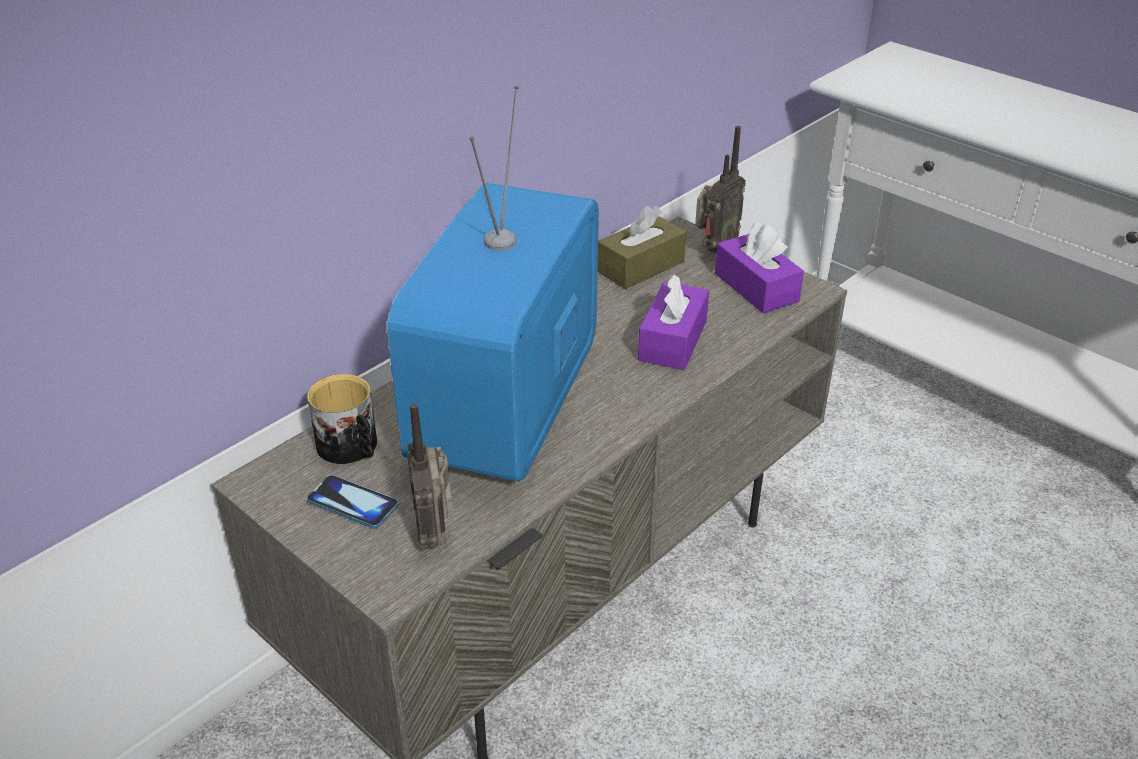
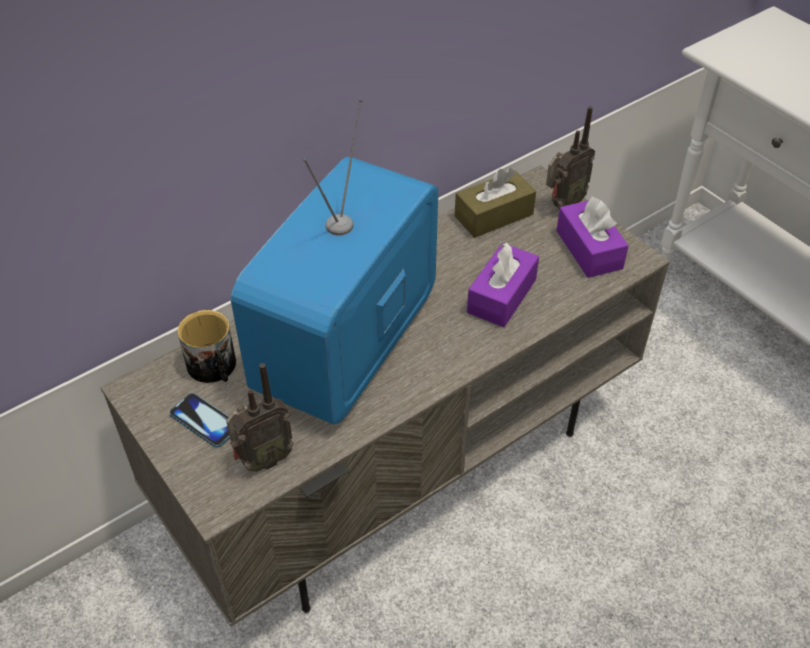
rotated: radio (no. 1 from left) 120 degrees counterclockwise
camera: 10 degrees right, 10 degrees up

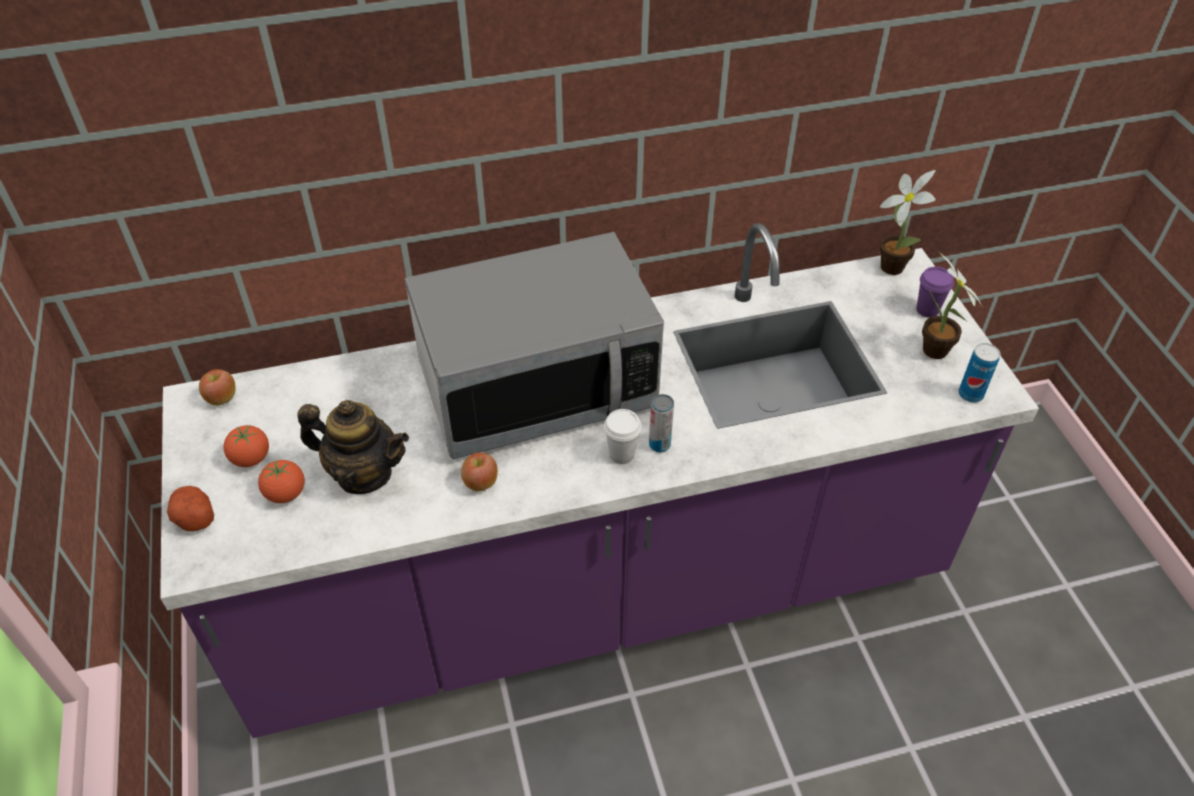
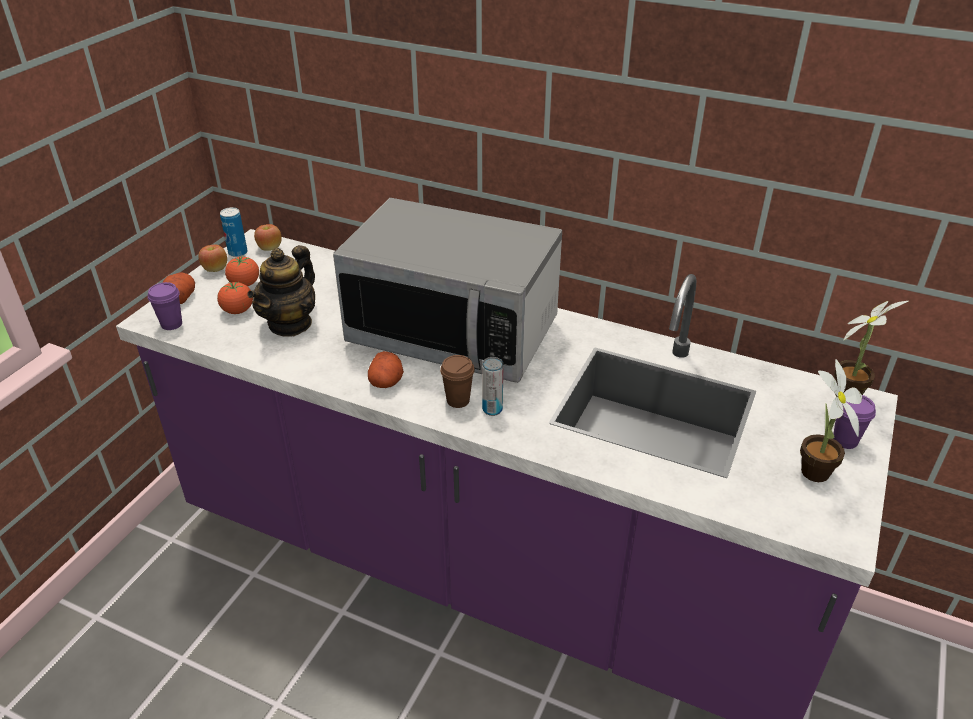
new: purple_cup (no. 1 from left); potato (no. 2 from left)
shifted: apple (no. 2 from left in the first image) to apple (no. 1 from left); can (no. 2 from left in the first image) to can (no. 1 from left)
repainted: white_cup to brown_cup
rotated: teapot 60 degrees clockwise
camera: 40 degrees right, 10 degrees down

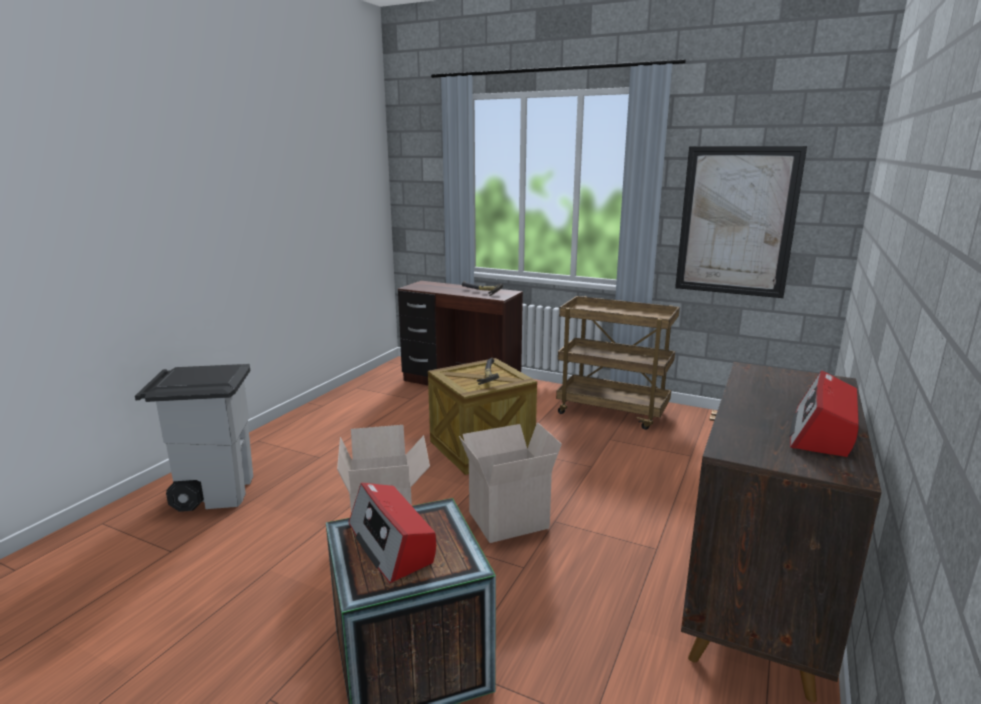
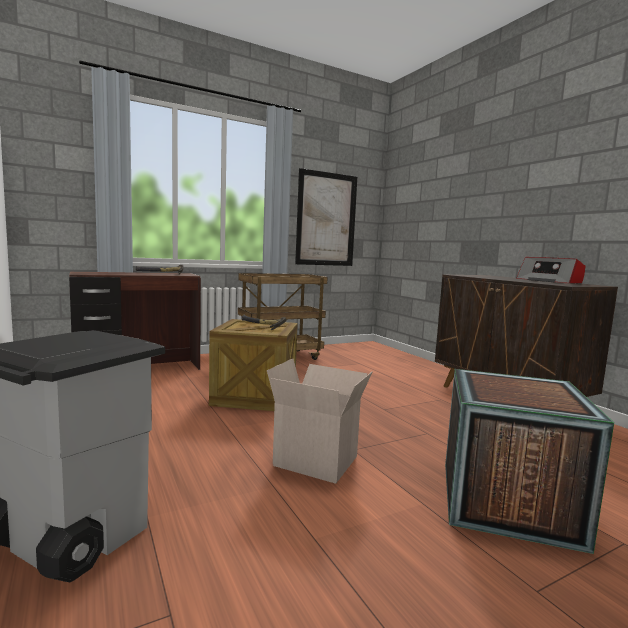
gone: radio (no. 1 from left); cardboard_box (no. 2 from left)
camera: 55 degrees left, 10 degrees down

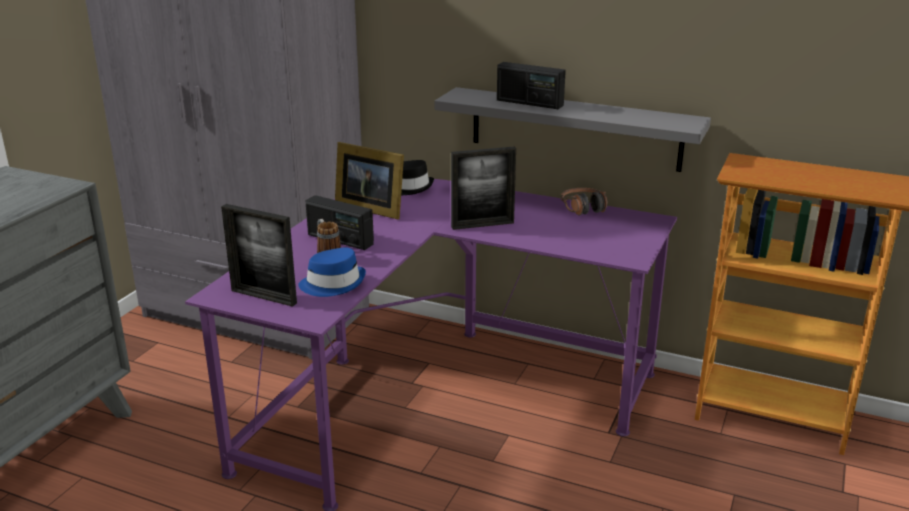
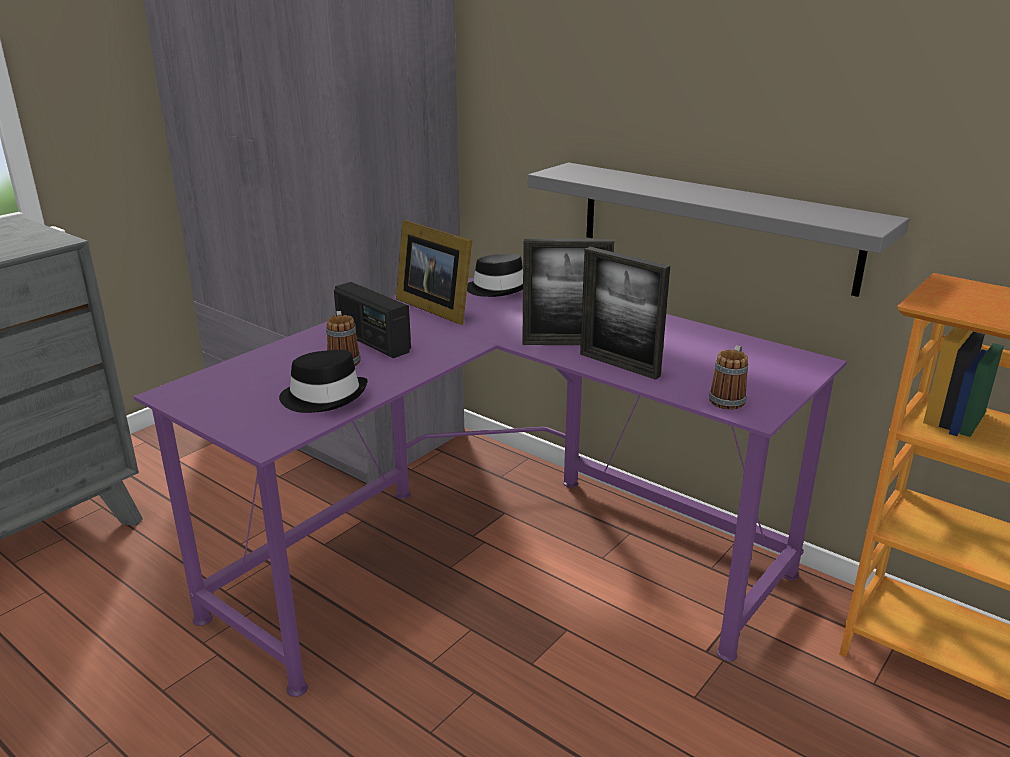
gone: radio (no. 2 from left); headphones
new: mug (no. 2 from left)
shifted: picture_frame (no. 1 from left in the first image) to picture_frame (no. 3 from left)
repainted: blue_hat to black_hat (no. 1 from left)
camera: 15 degrees right, 0 degrees up

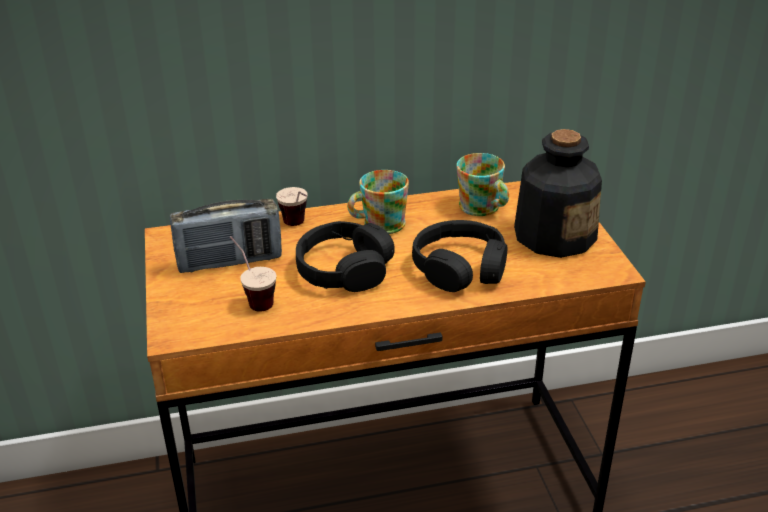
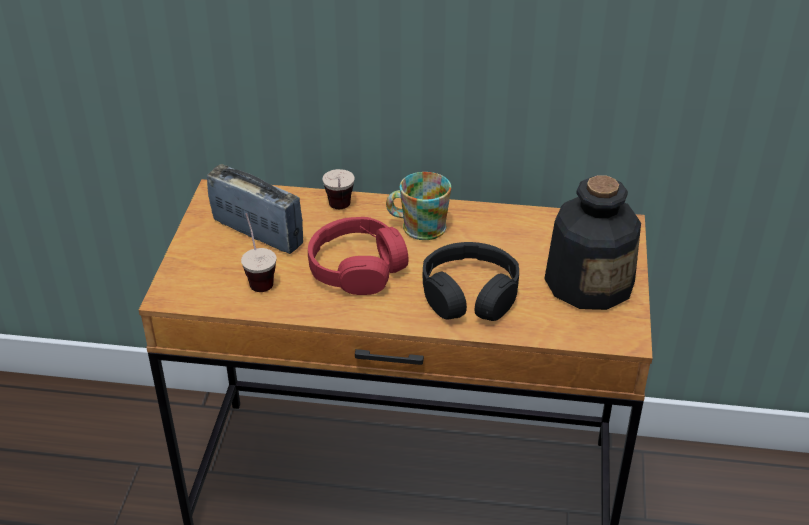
gone: mug (no. 2 from left)
repainted: black_headphones (no. 1 from left) to red_headphones
rotated: radio 150 degrees counterclockwise
camera: 20 degrees right, 5 degrees up

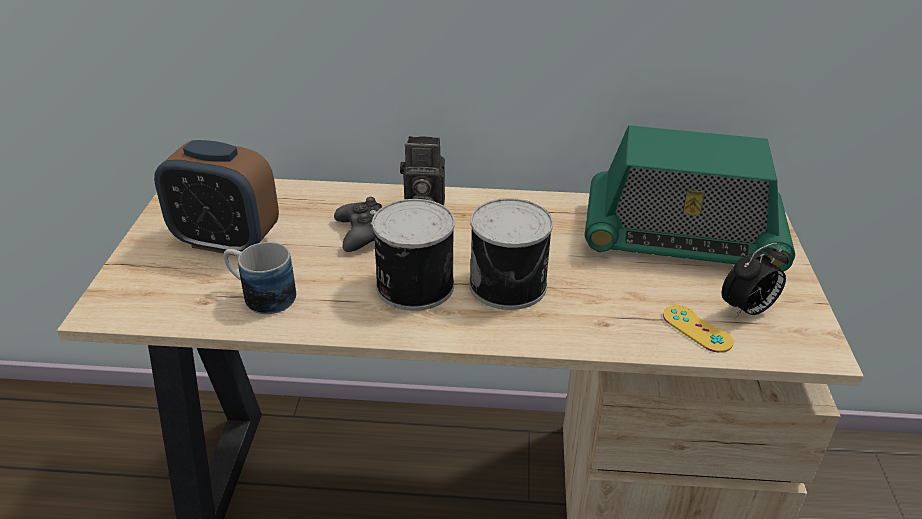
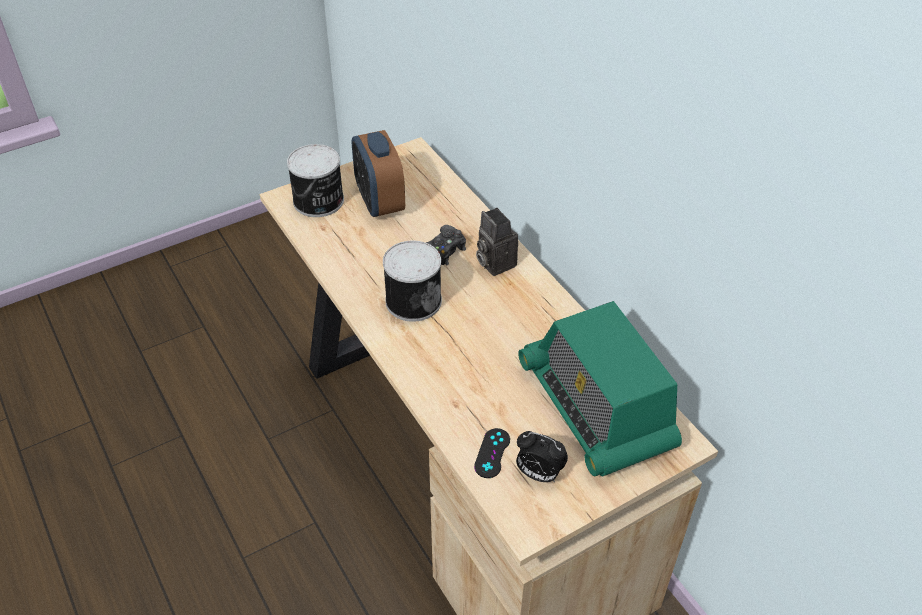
gone: mug
shifted: can (no. 2 from left in the first image) to can (no. 1 from left)
repainted: yellow_game_controller to black_game_controller (no. 2 from left)
camera: 55 degrees right, 10 degrees up

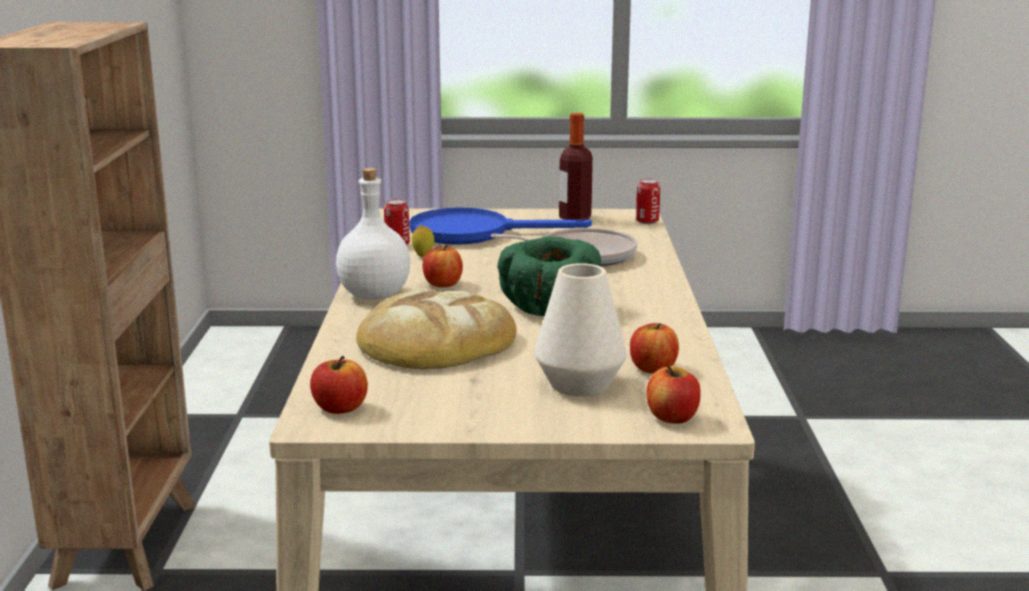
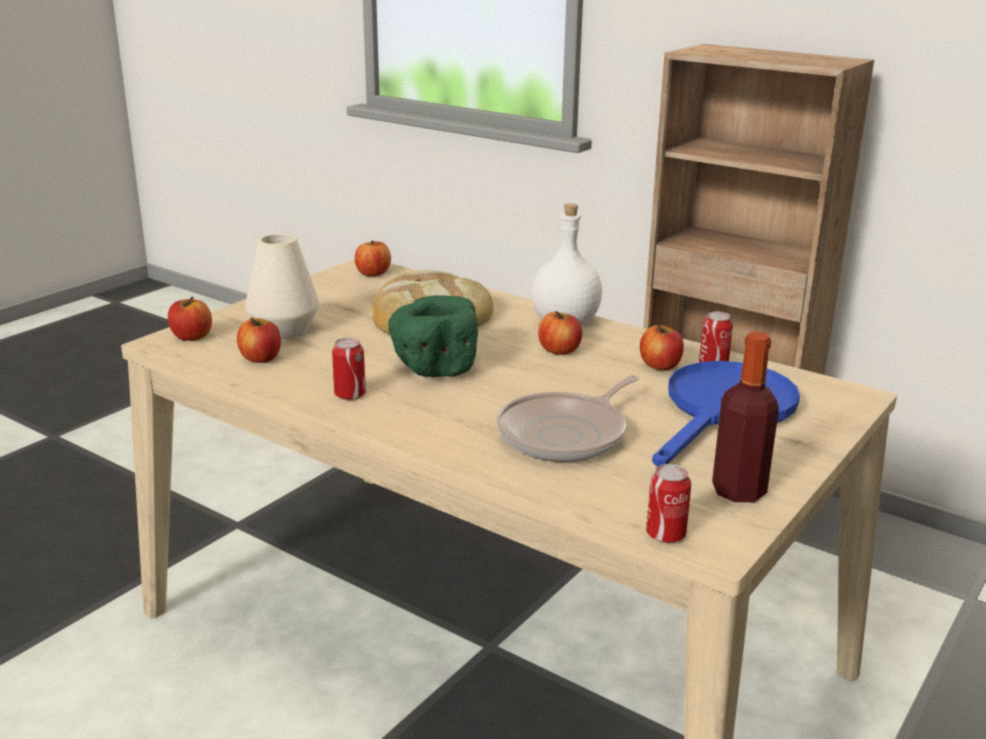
new: can (no. 1 from left)
swapped: lemon to apple (no. 5 from left)
camera: 125 degrees right, 5 degrees up

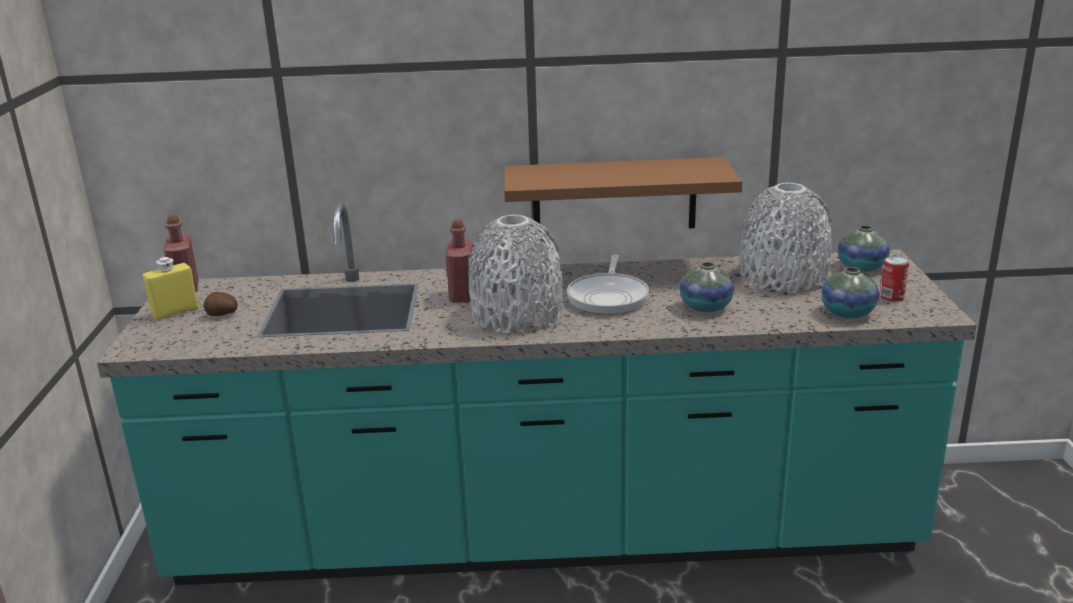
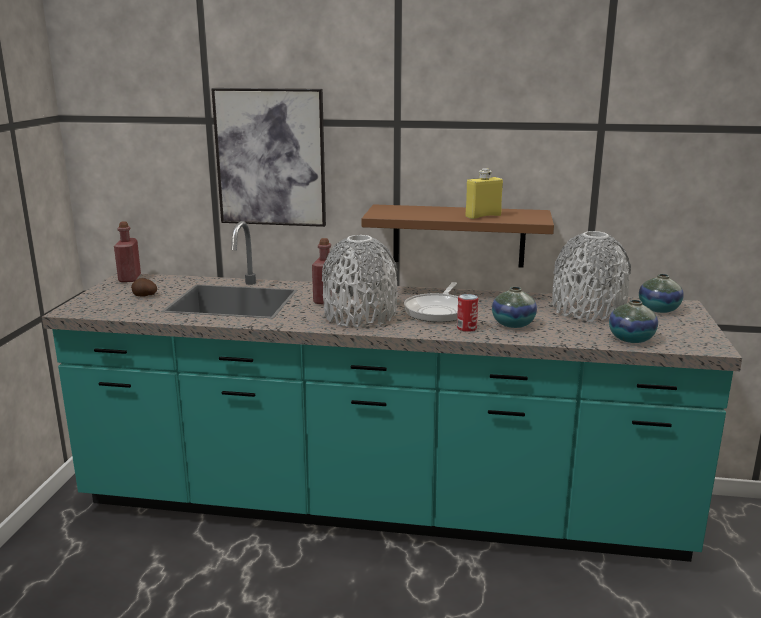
new: picture
shifted: can; yellow_bottle
camera: 10 degrees right, 5 degrees down

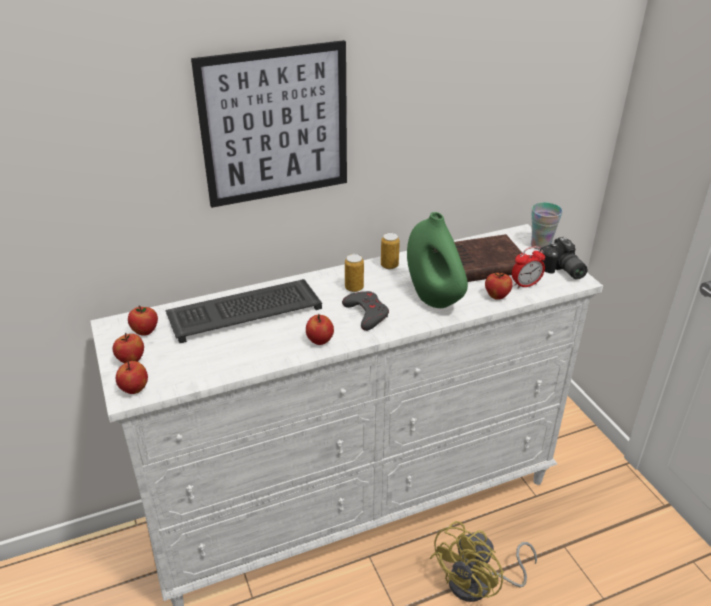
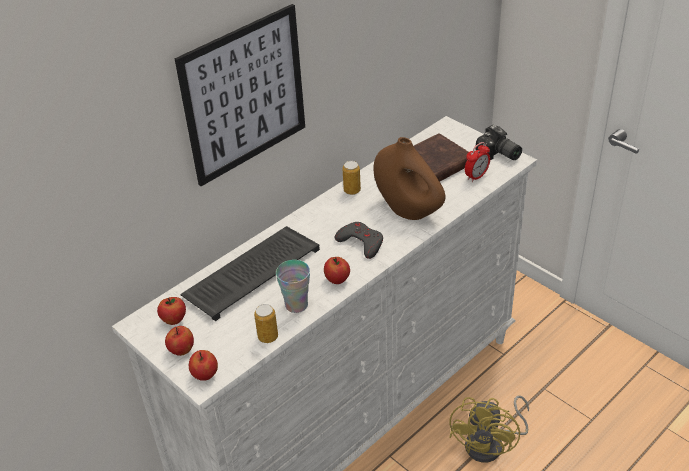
gone: apple (no. 5 from left)
shifted: can (no. 1 from left); cup
repainted: green_vase to brown_vase
camera: 20 degrees left, 5 degrees up

